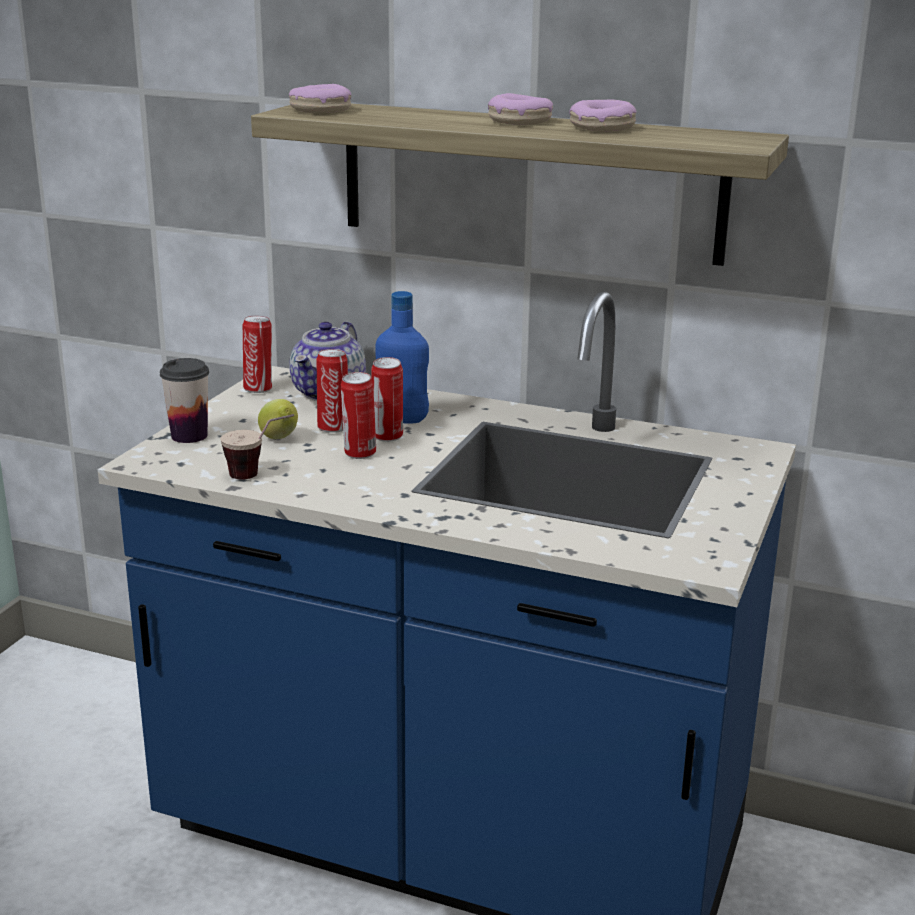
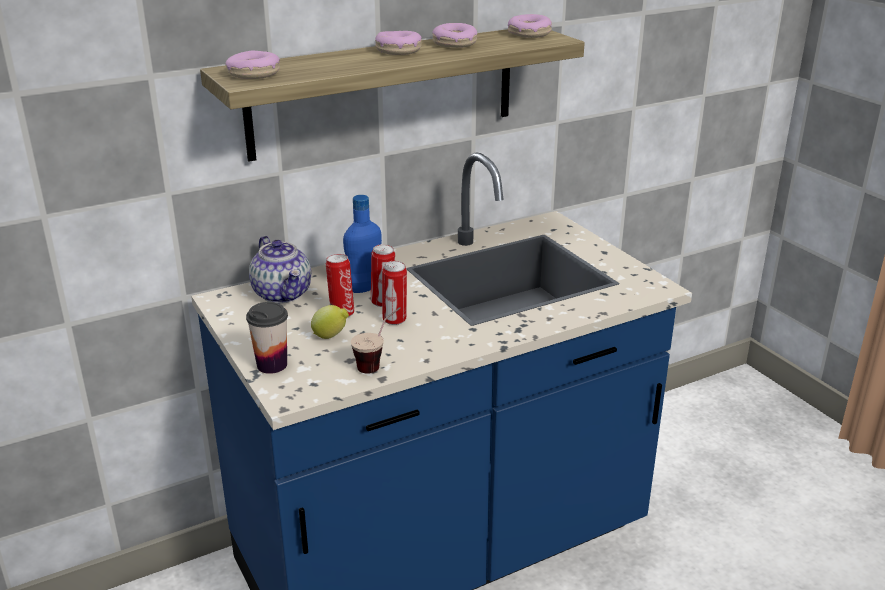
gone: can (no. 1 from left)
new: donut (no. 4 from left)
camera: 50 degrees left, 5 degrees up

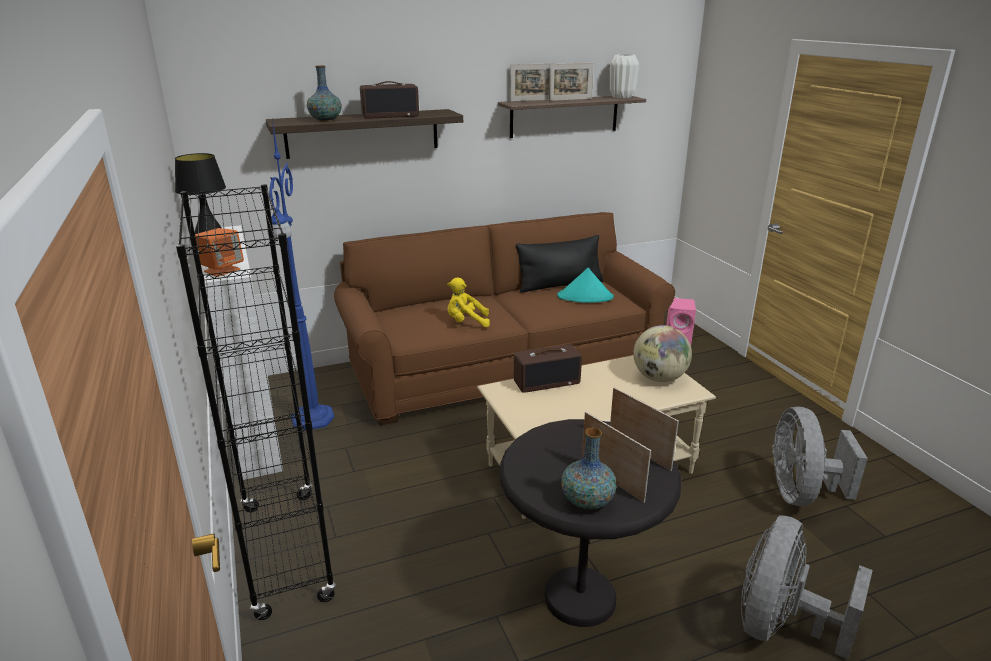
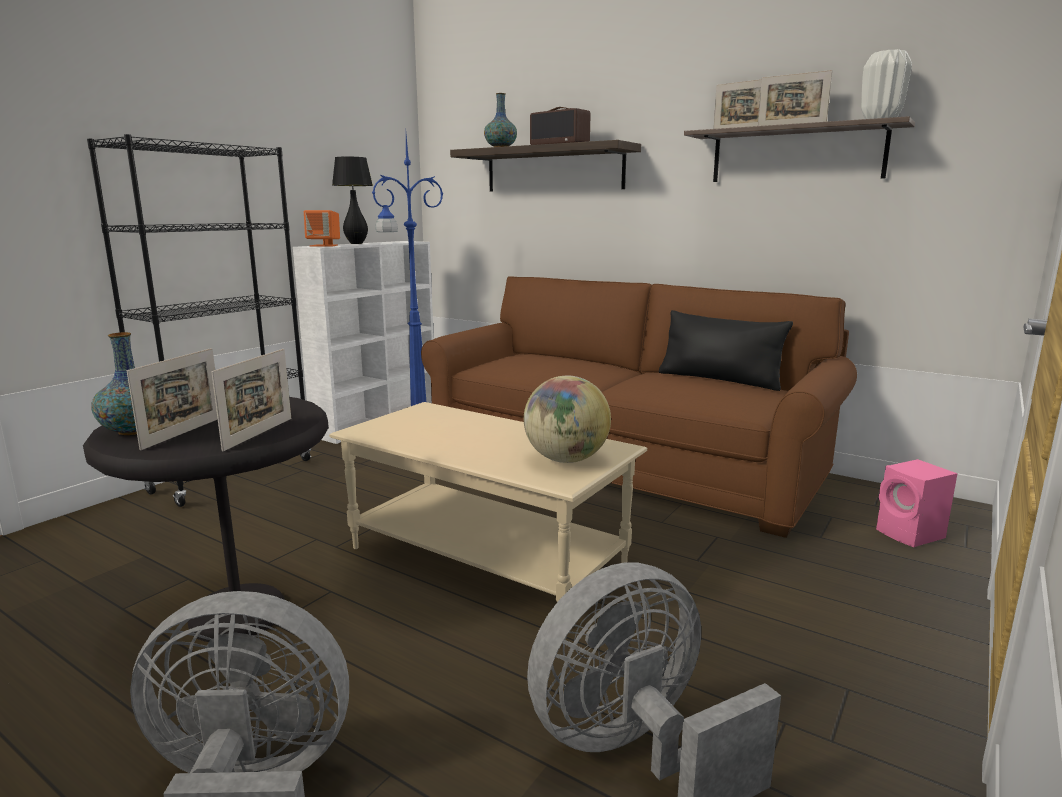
gone: yellow_plush_toy; radio (no. 2 from left); turquoise_hat
camera: 55 degrees right, 10 degrees down

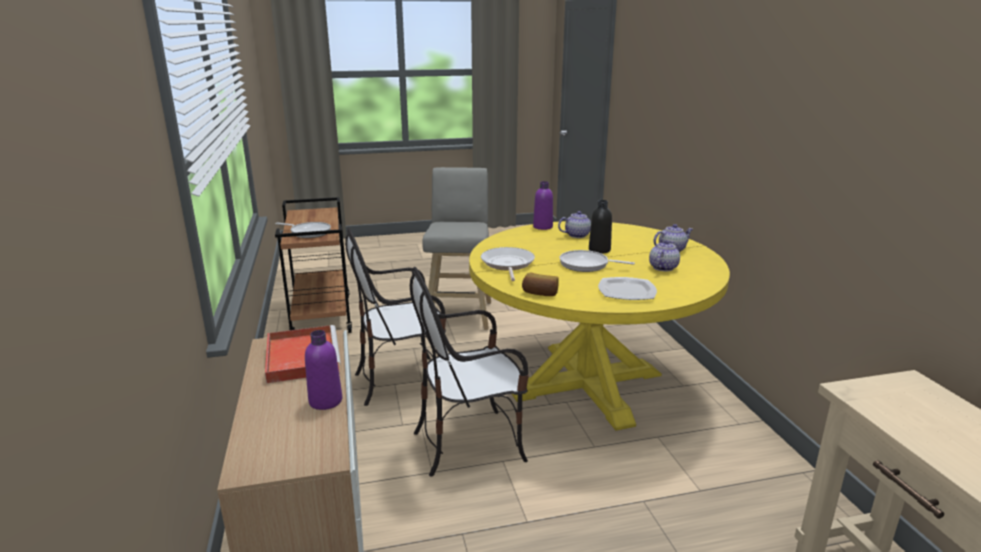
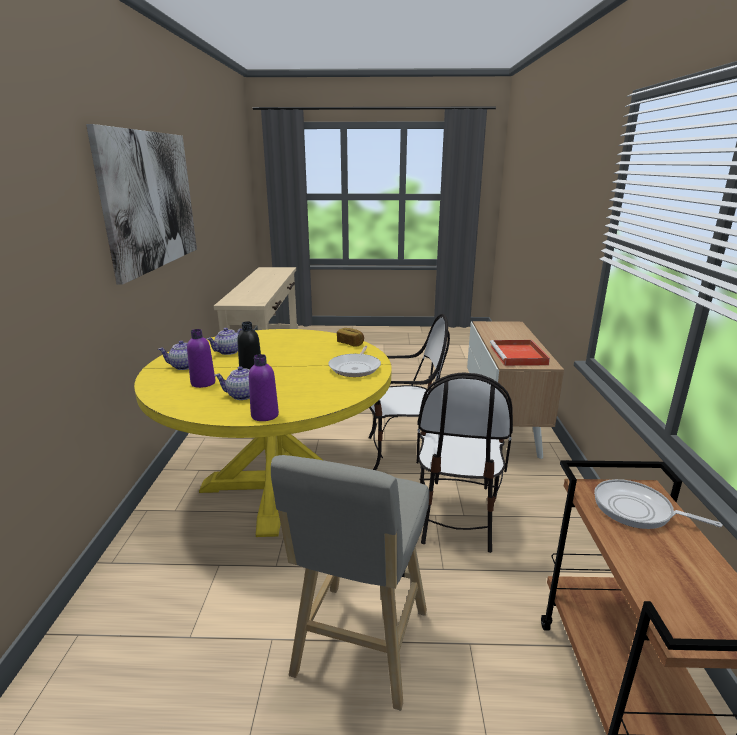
gone: frying_pan (no. 3 from left); plate
new: picture
shifted: purple_bottle (no. 1 from left)
rotated: chair (no. 1 from left in the first image) 105 degrees clockwise
camera: 165 degrees left, 0 degrees up

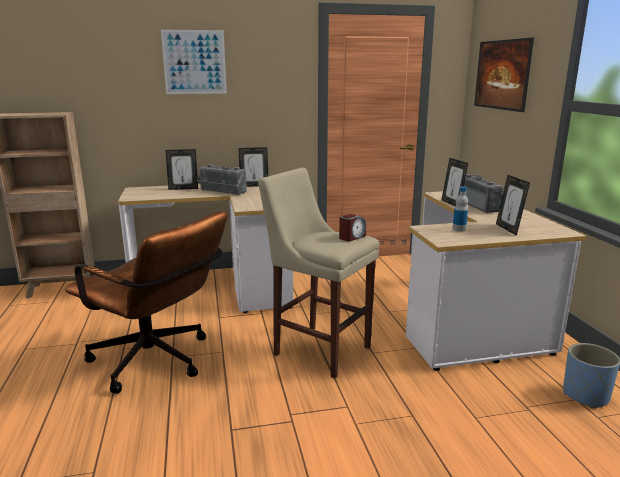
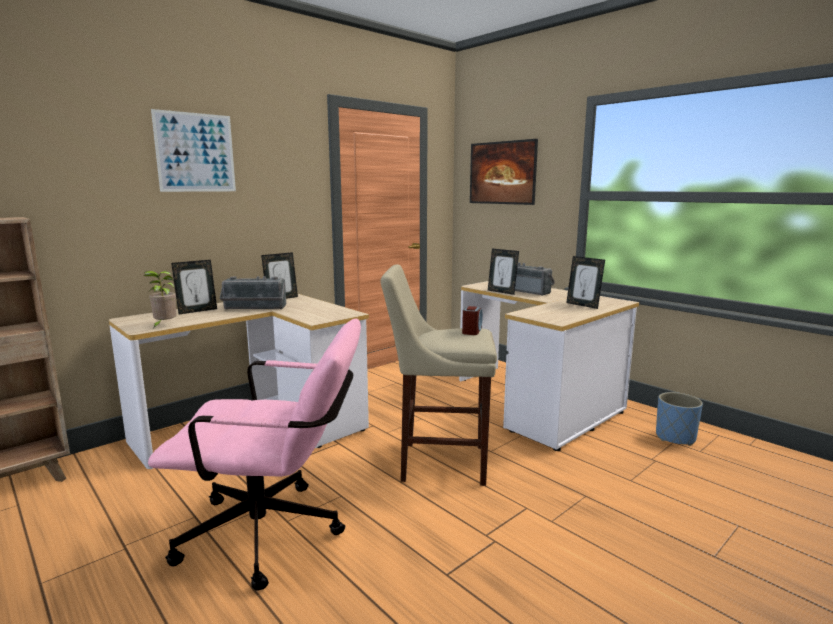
gone: bottle
new: potted_plant
repainted: brown_office_chair to pink_office_chair
camera: 30 degrees left, 5 degrees down

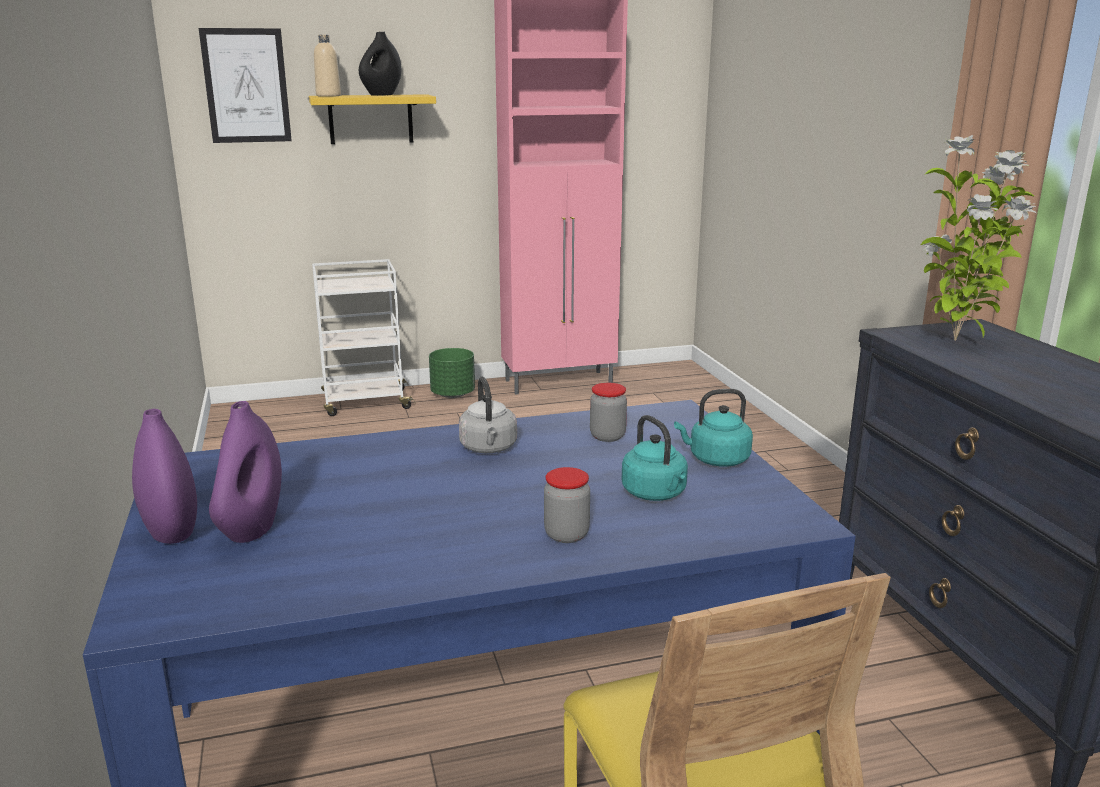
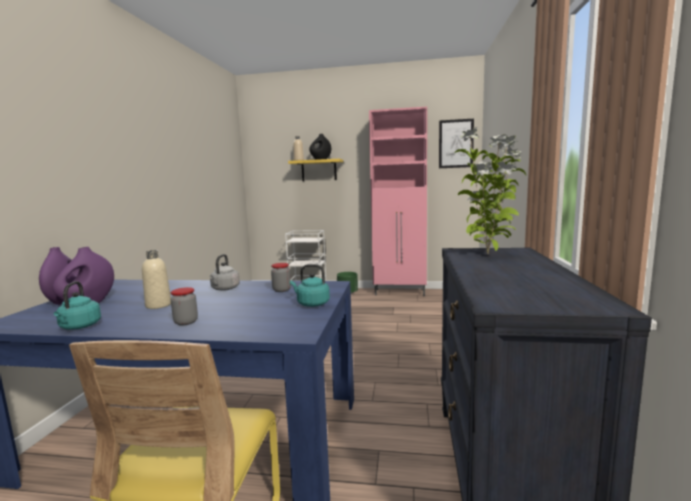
new: beige_bottle (no. 1 from left)
shifted: turquoise_kettle (no. 1 from left); picture
camera: 25 degrees right, 10 degrees down

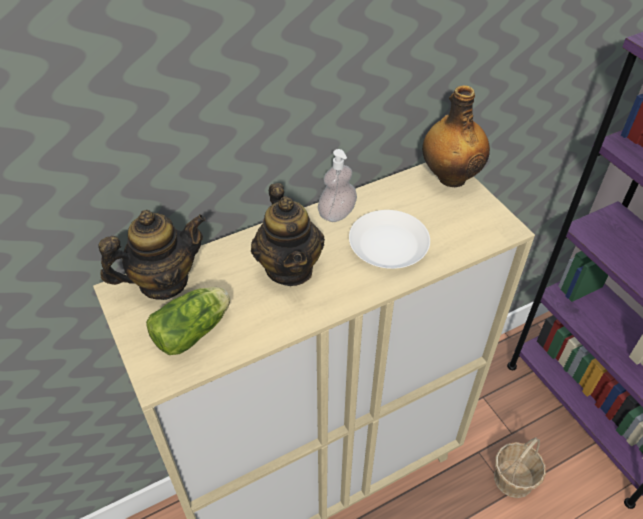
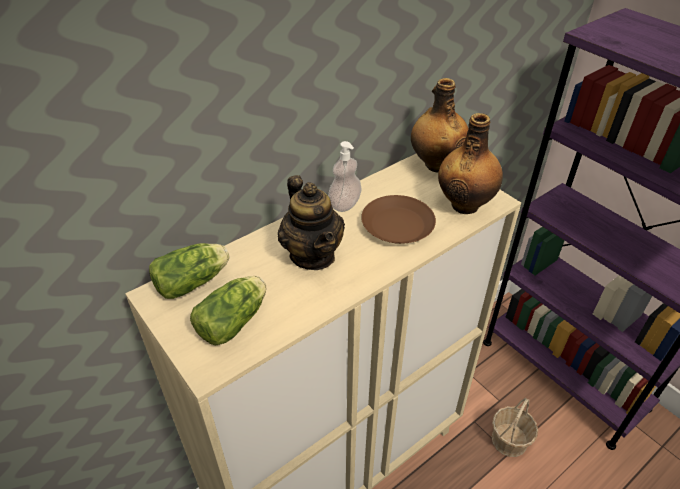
new: bottle (no. 2 from left)
swapped: teapot (no. 1 from left) to lettuce (no. 1 from left)
repainted: white_plate to brown_plate
camera: 10 degrees left, 5 degrees down

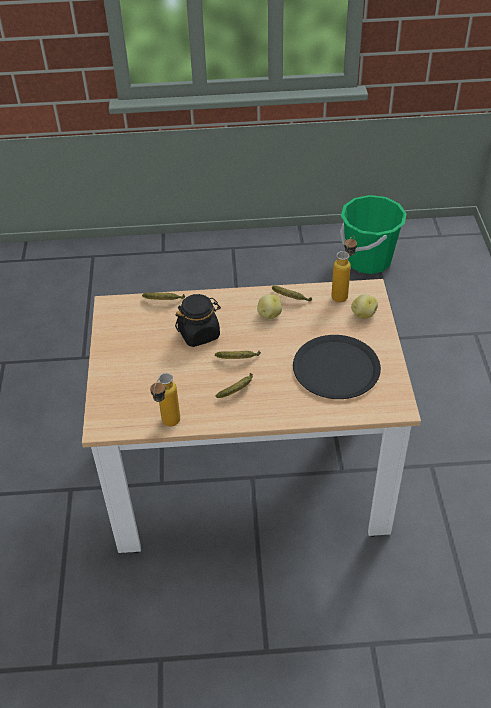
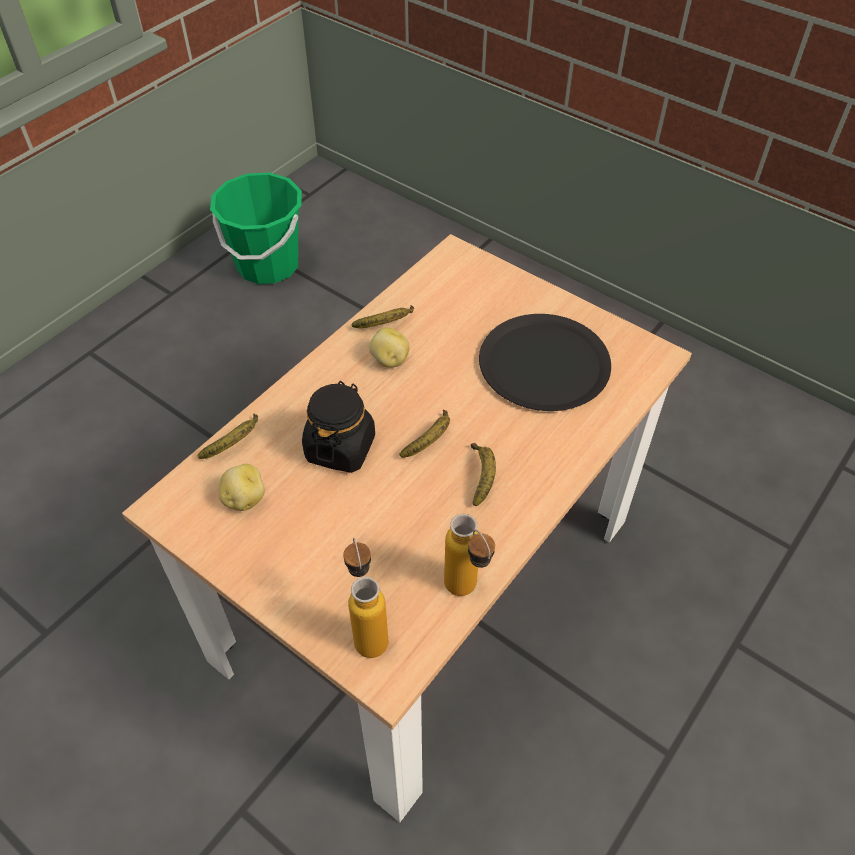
shifted: potato (no. 2 from left in the first image) to potato (no. 1 from left); bottle (no. 2 from left in the first image) to bottle (no. 1 from left)
camera: 50 degrees left, 5 degrees up

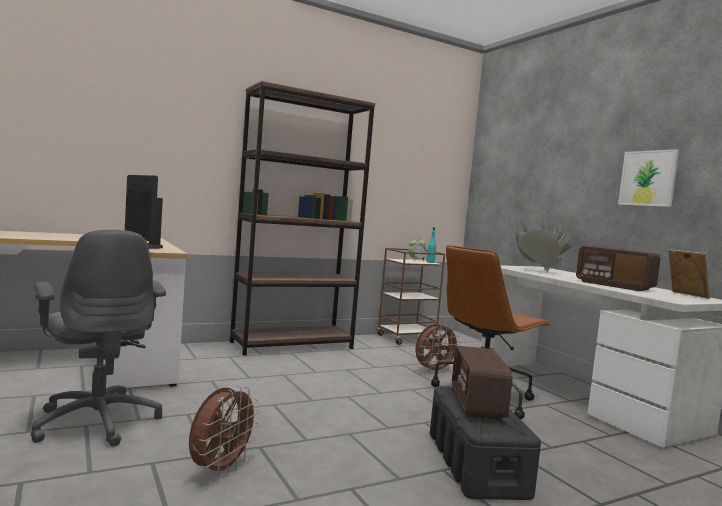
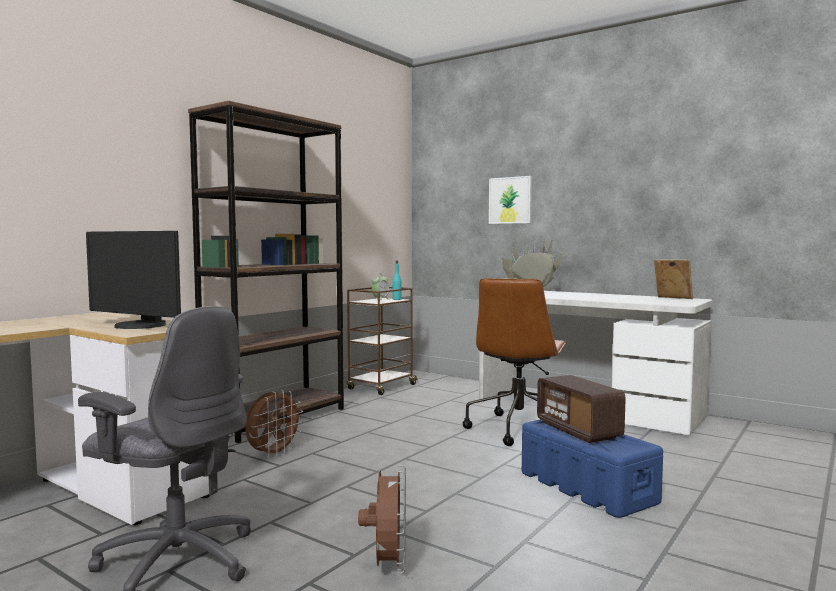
gone: radio (no. 2 from left)
shifted: brown_fan (no. 2 from left in the first image) to brown_fan (no. 1 from left); picture
repainted: black_storage_box to blue_storage_box
camera: 25 degrees left, 0 degrees up

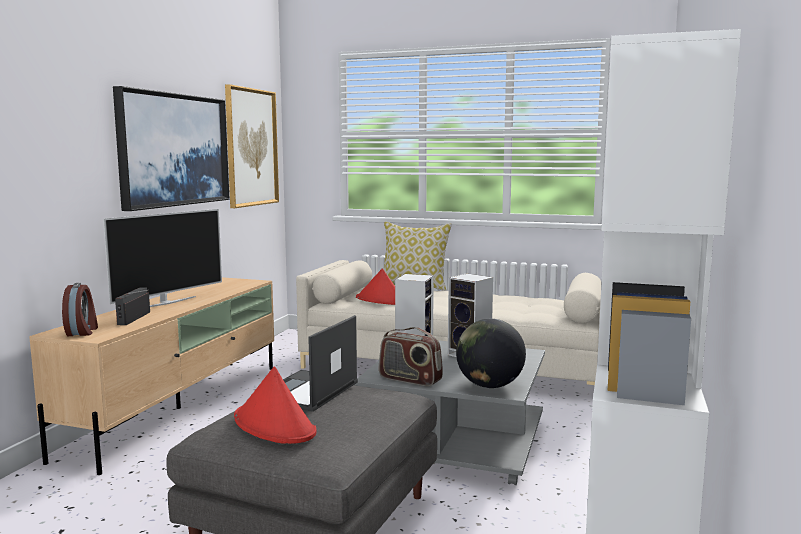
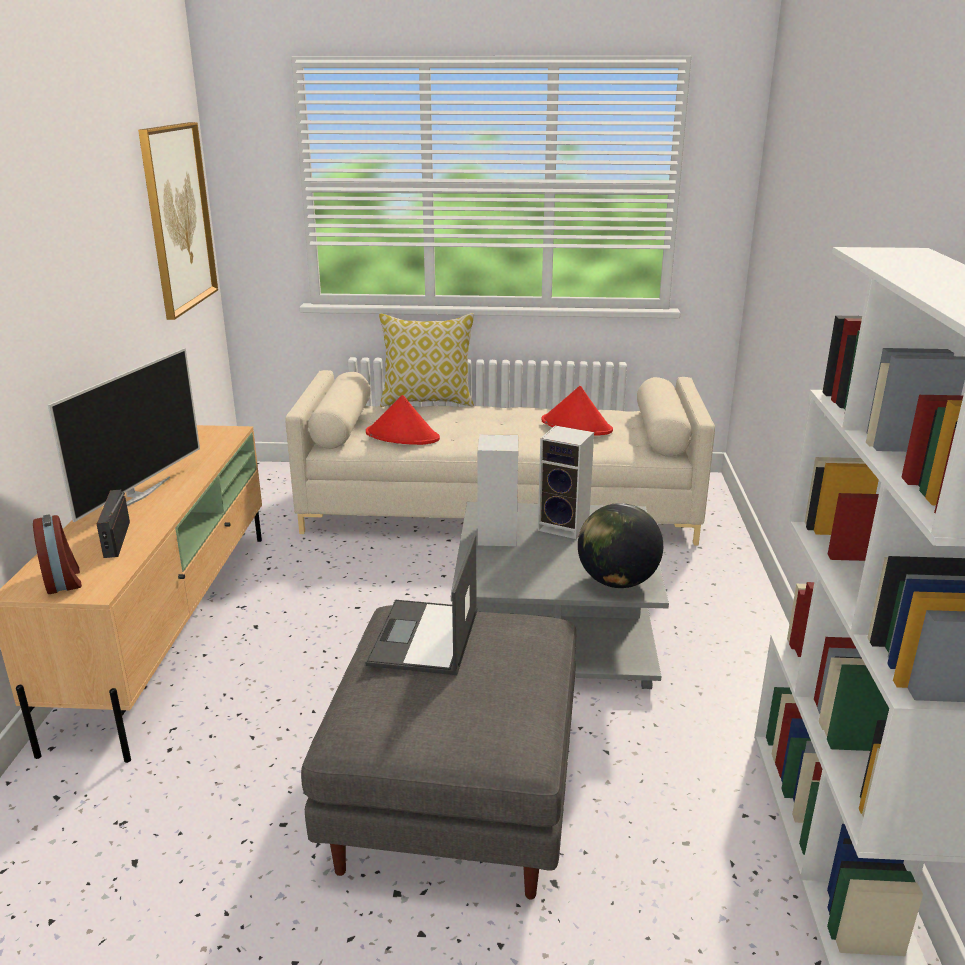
gone: picture (no. 1 from left); radio (no. 2 from left)
shifted: red_hat (no. 1 from left in the first image) to red_hat (no. 2 from left)
camera: 15 degrees left, 15 degrees up

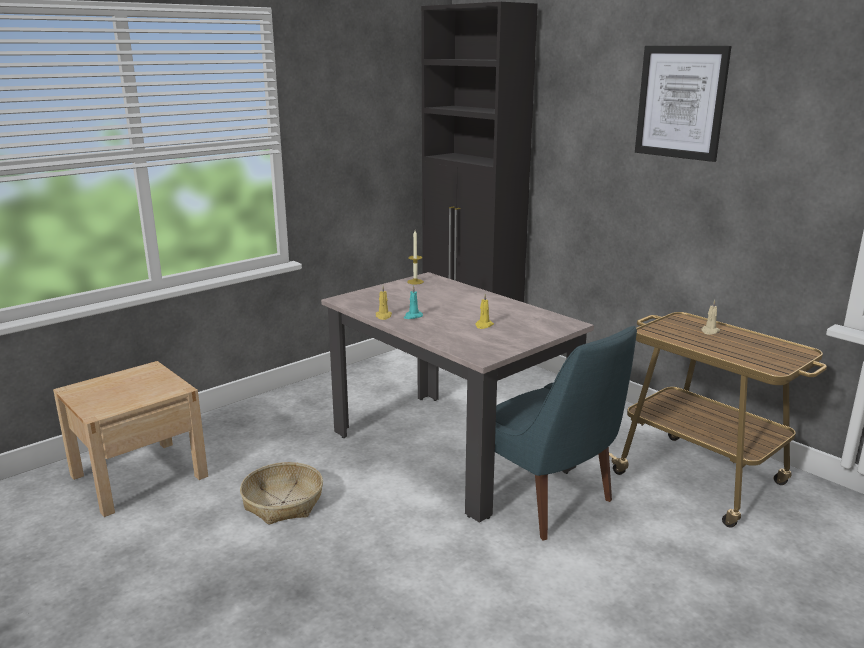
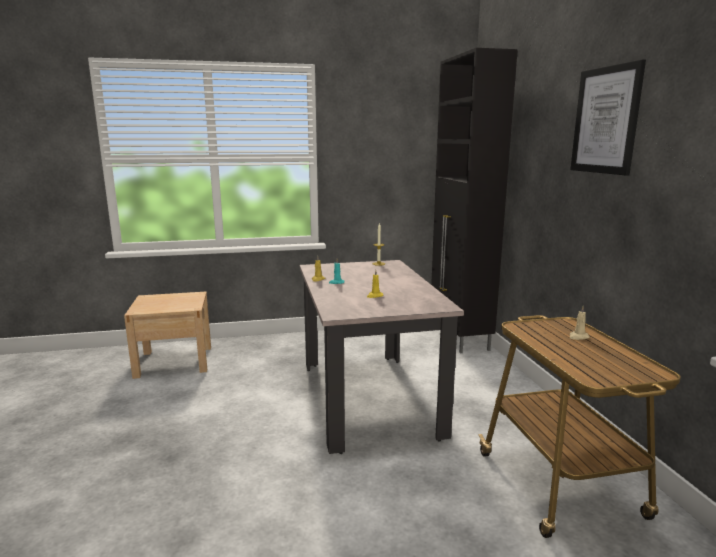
gone: basket; blue_chair
camera: 30 degrees right, 5 degrees down

